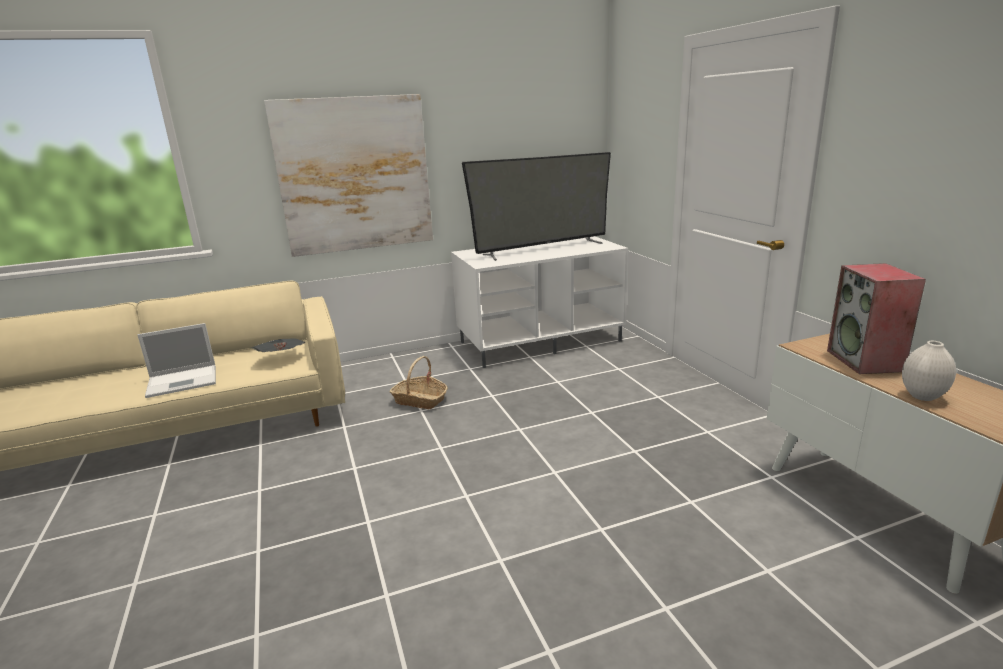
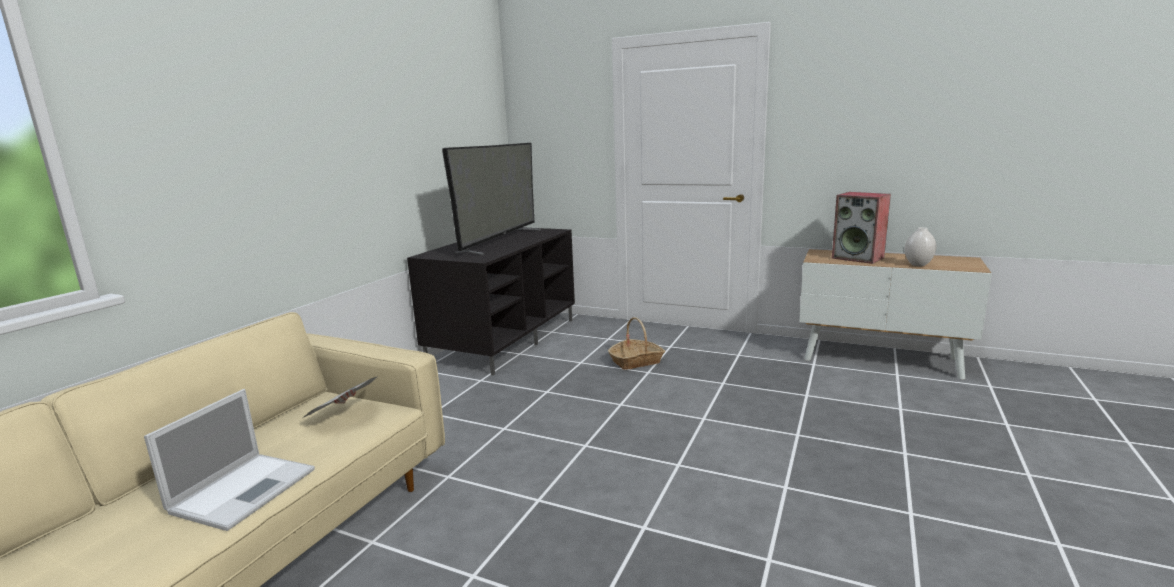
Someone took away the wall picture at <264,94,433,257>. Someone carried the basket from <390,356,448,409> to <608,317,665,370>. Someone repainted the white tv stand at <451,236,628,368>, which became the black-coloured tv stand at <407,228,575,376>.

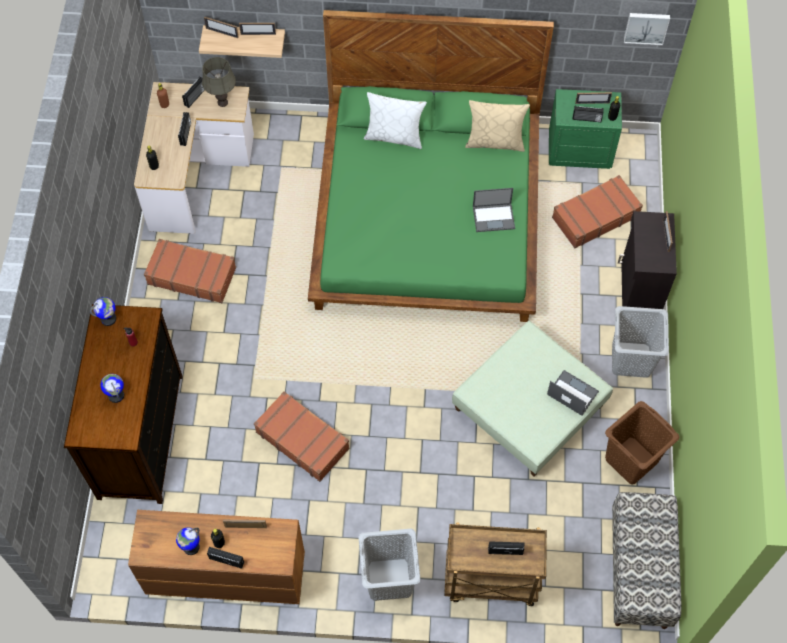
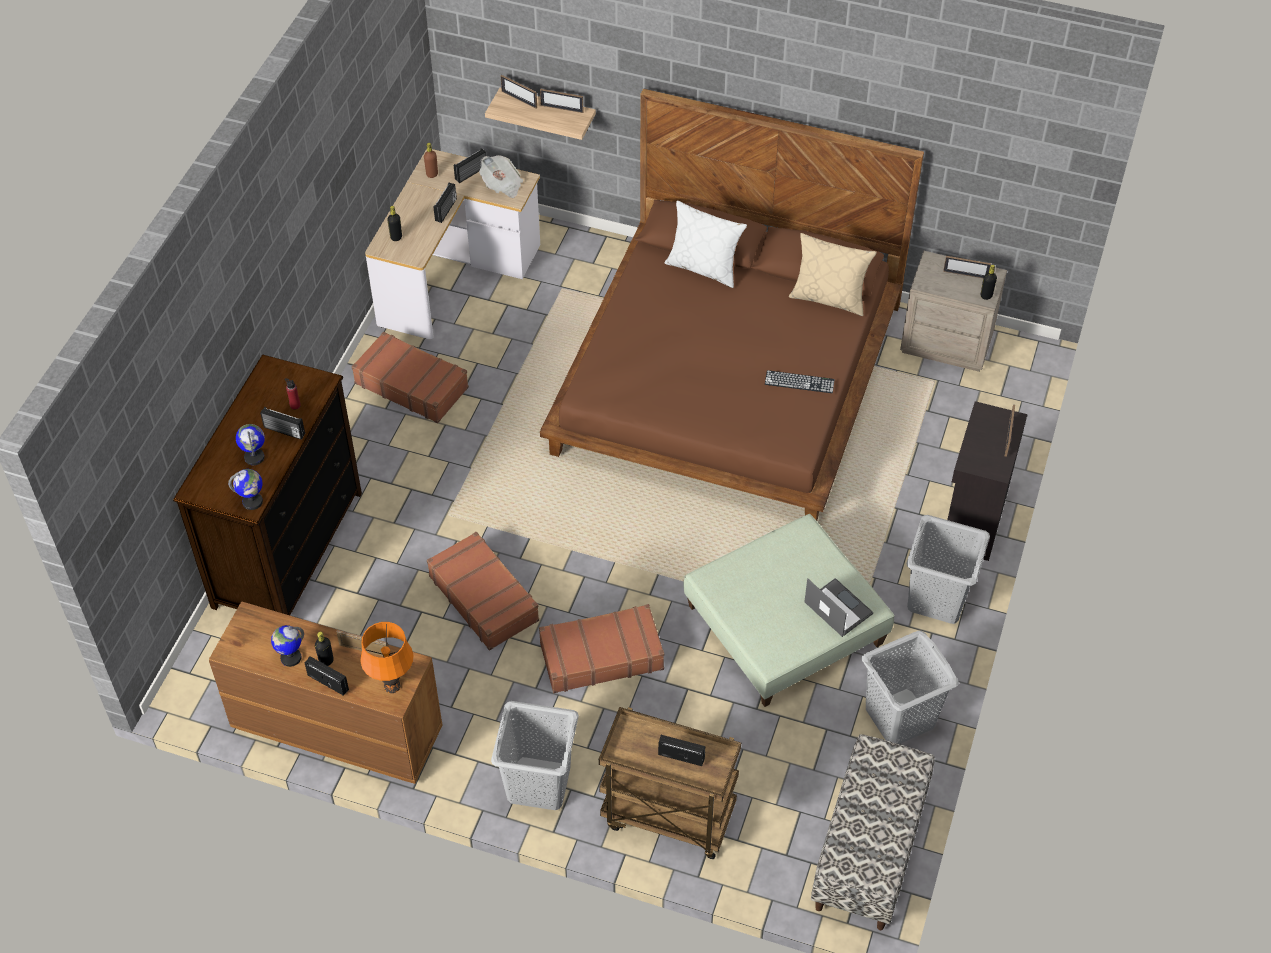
Someone took away the wall picture at <624,13,670,45>. Someone put down the orangey tabletop lamp at <360,622,413,693>. Someone carried the desk globe from <90,297,116,326> to <228,469,263,510>. Someone carried the brownish travel case from <552,175,643,248> to <539,604,664,693>. Someone carried the radio receiver from <572,105,604,122> to <260,407,305,440>. Someone swapped the grey tabletop lamp at <202,57,236,107> for the printed paper at <479,155,523,198>. Someone swapped the portable computer at <473,188,515,232> for the computer keyboard at <765,370,834,393>. Someone repainted the green bedroom bed at <308,10,554,322>, which became the brownish bedroom bed at <540,88,924,521>. Someone repainted the green nightstand at <549,89,622,169>, which became the beige-coloured nightstand at <900,251,1007,372>. Someone repainted the brownish washing basket at <605,401,680,484>, which became the grey washing basket at <862,631,959,744>.

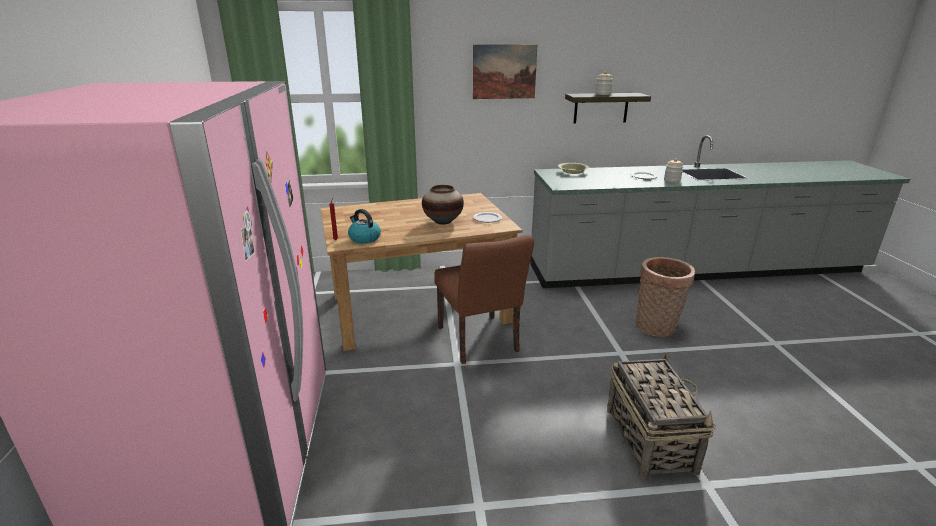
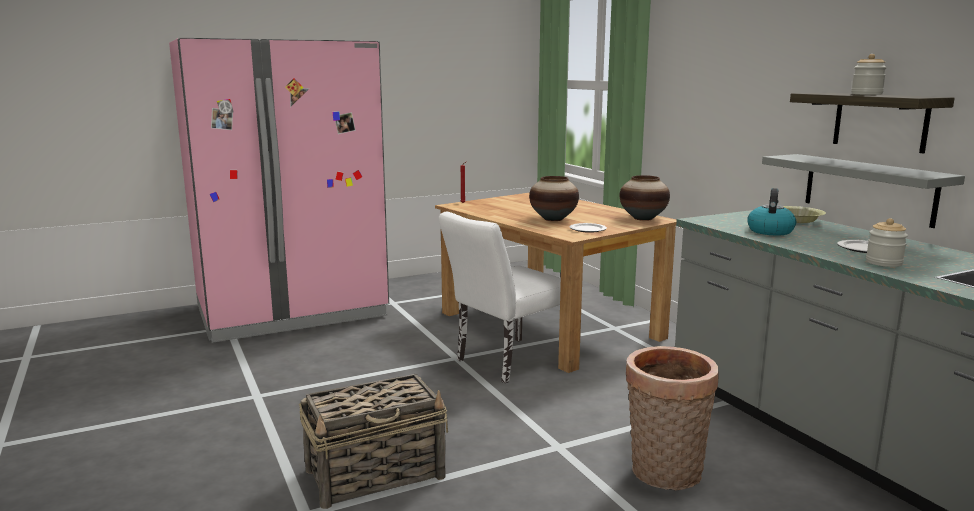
Someone took away the wall picture at <473,44,537,99>. Someone put down the decorative vase at <620,175,670,221>. Someone put up the grey bracket shelf at <762,154,965,228>. Someone carried the tea kettle from <348,209,381,243> to <747,188,796,235>. Someone repainted the brownish chair at <434,235,534,364>, which became the white chair at <439,212,561,383>.

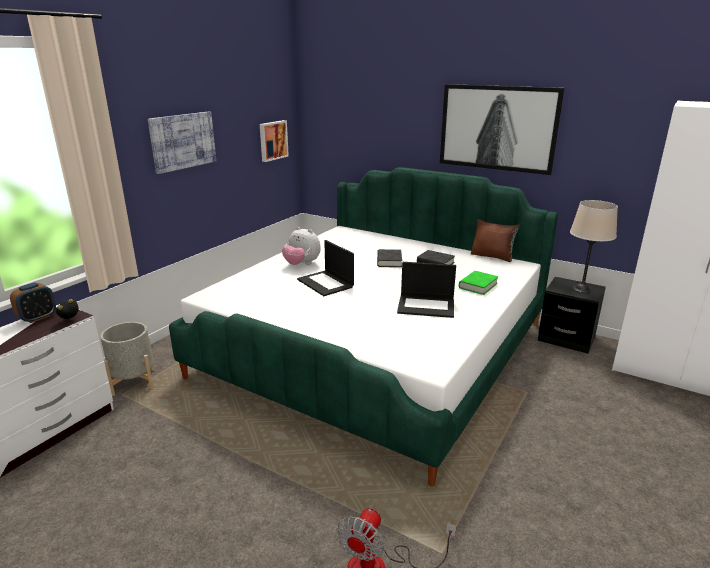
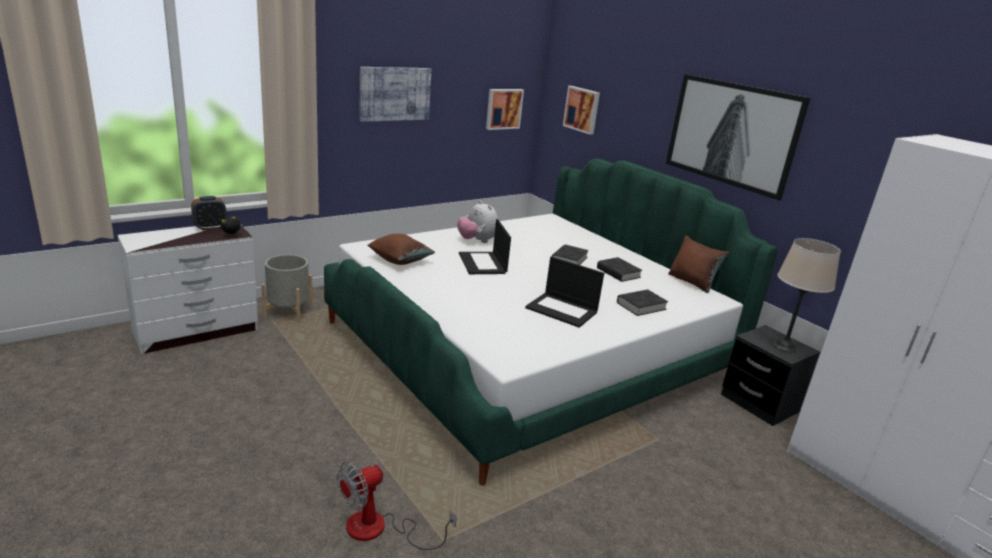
Someone put down the brownish pillow at <367,234,435,265>. Someone put up the wall picture at <563,86,600,135>. Someone repainted the green volume at <459,271,498,295>, which became the black-coloured volume at <617,289,668,316>.

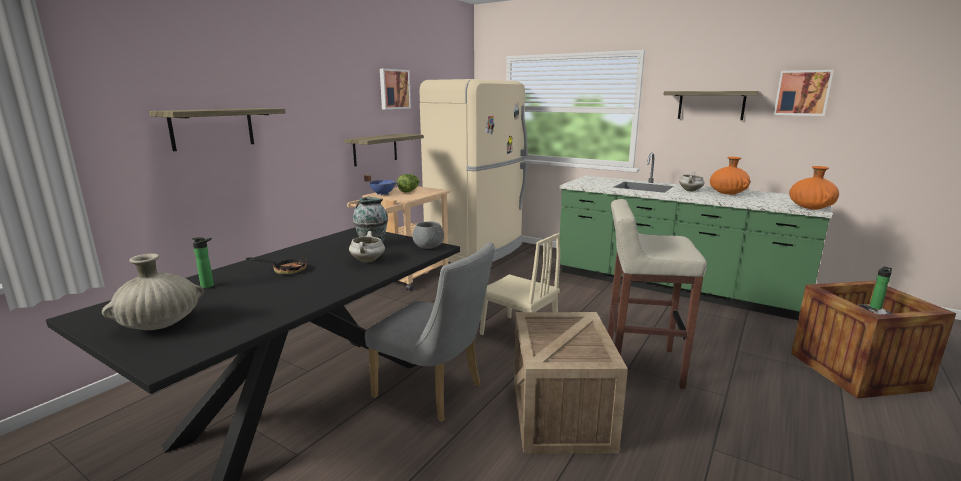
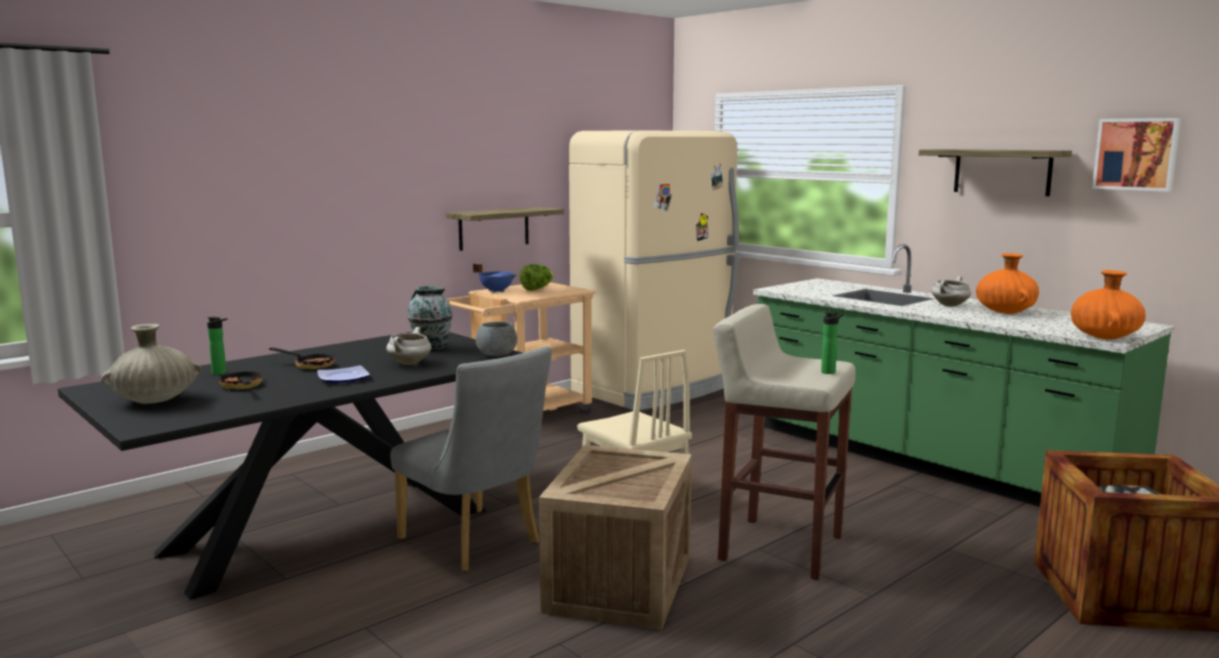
Someone took away the bracket shelf at <149,108,286,151>. Someone took away the wall picture at <380,69,411,109>. Someone put down the frying pan at <219,370,262,389>. Someone put down the dinner plate at <317,365,370,383>. Someone carried the beverage bottle from <870,267,892,309> to <821,312,844,374>.

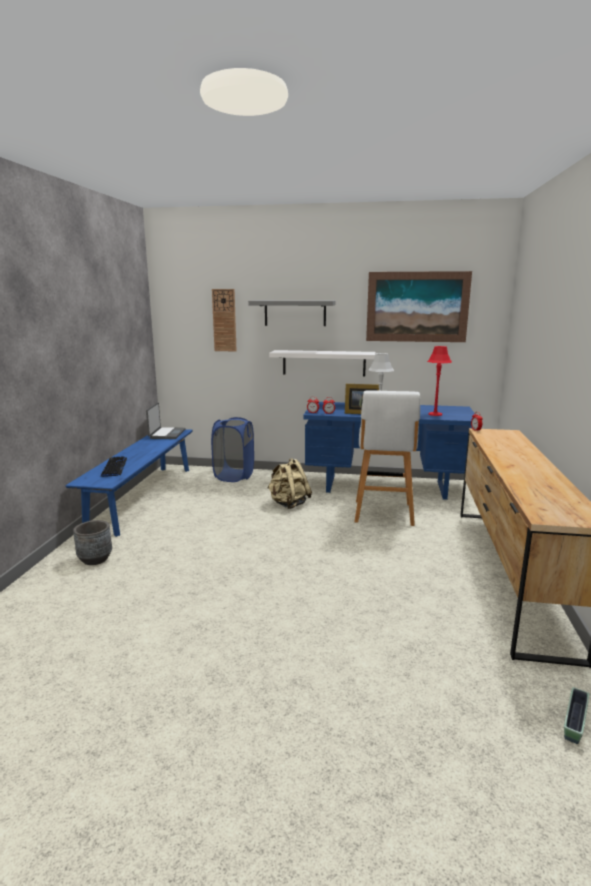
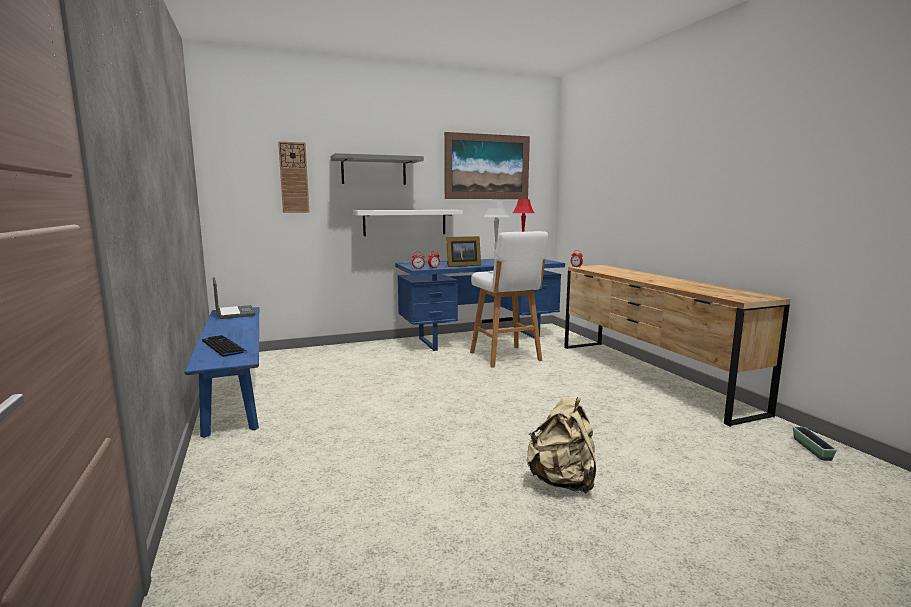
Someone took away the grey planter at <73,520,112,565>. Someone took away the blue-coloured washing basket at <211,417,254,482>. Someone carried the beige-coloured backpack from <267,458,312,509> to <527,396,596,494>.

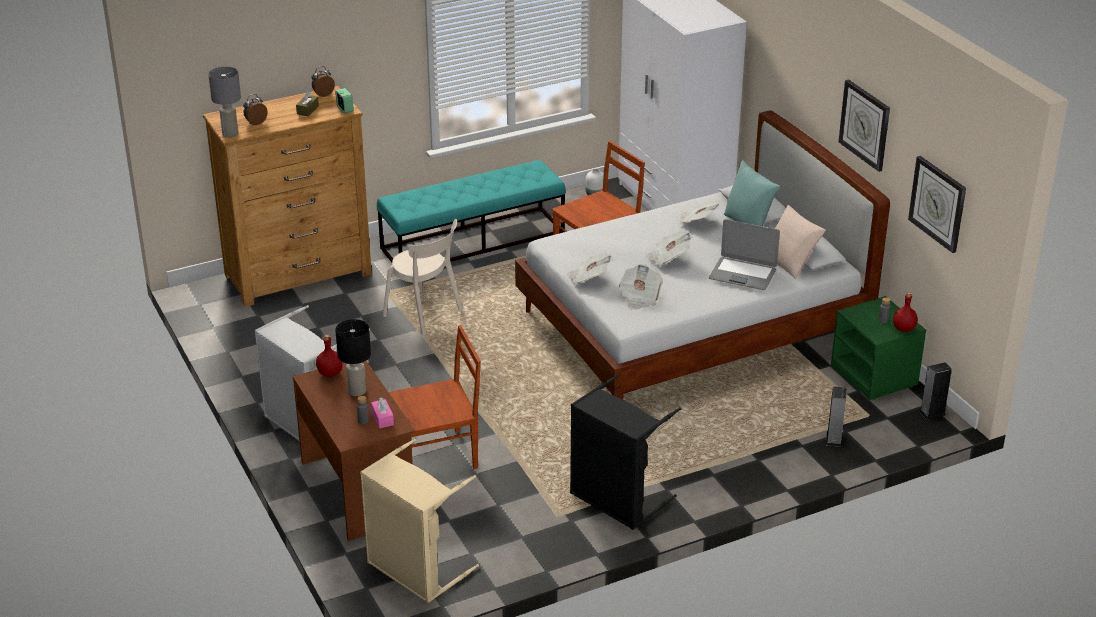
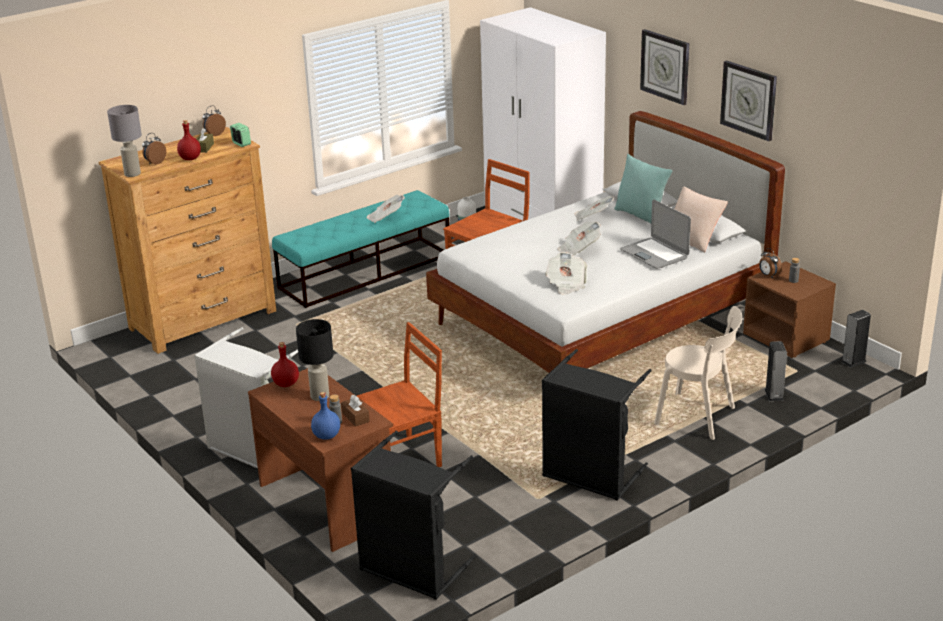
Someone put down the blue-coloured beverage bottle at <311,392,340,440>. Someone put down the alarm clock at <759,248,782,279>. Someone carried the beige-coloured chair from <383,219,463,335> to <654,306,742,440>. Someone carried the printed paper from <567,252,613,285> to <366,195,405,223>. Someone carried the red beverage bottle from <893,292,918,332> to <177,120,201,160>. Someone carried the clock on the wall from <908,156,966,253> to <640,29,689,105>. Someone repainted the beige-coloured washing basket at <360,439,479,604>, which became the black-coloured washing basket at <351,431,477,600>. Someone repainted the pink tissue holder at <371,397,394,428>, which became the brownish tissue holder at <341,395,370,427>. Someone repainted the green nightstand at <831,296,926,400>, which became the brownish nightstand at <743,261,836,358>. Someone rotated the portable computer at <709,219,780,290> by 45 degrees clockwise.

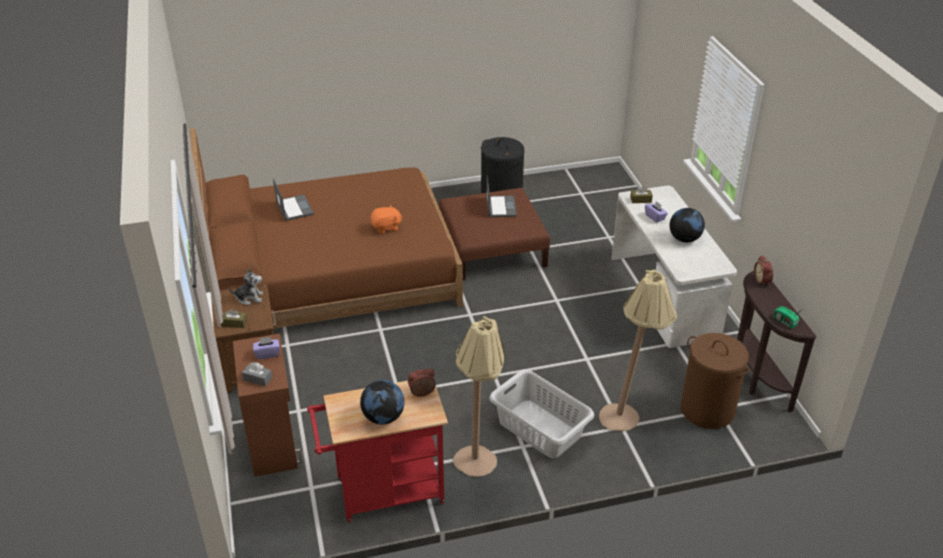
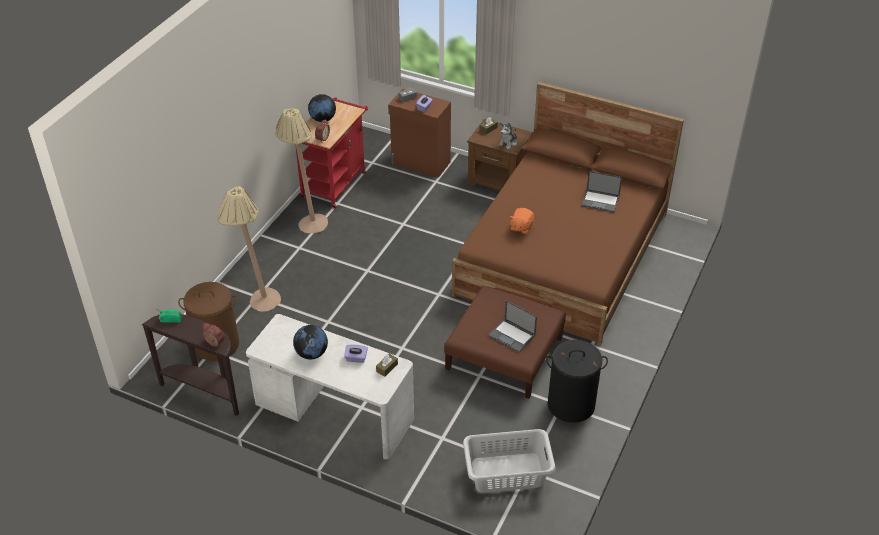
Someone carried the grey washing basket from <489,370,594,458> to <463,429,555,493>.

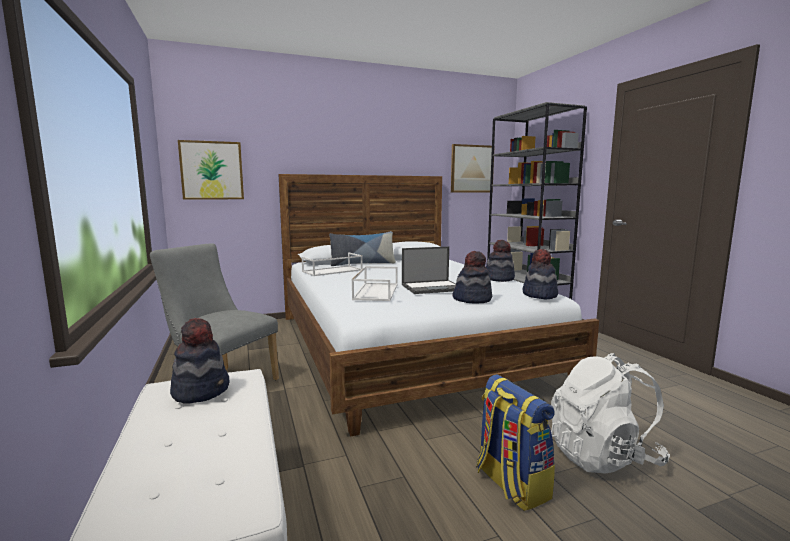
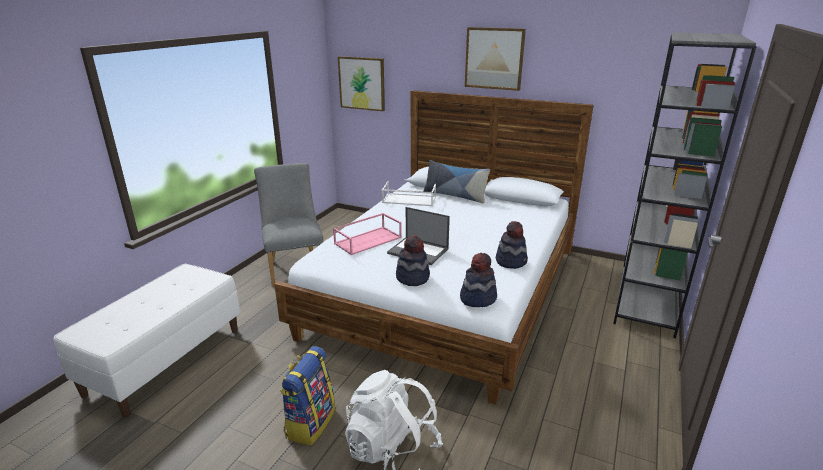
Someone took away the wearable hat at <170,318,230,404>. Someone carried the wall picture from <451,144,495,192> to <465,27,526,91>. Someone repainted the white tray at <352,266,397,301>, which became the pink tray at <333,213,402,255>.

